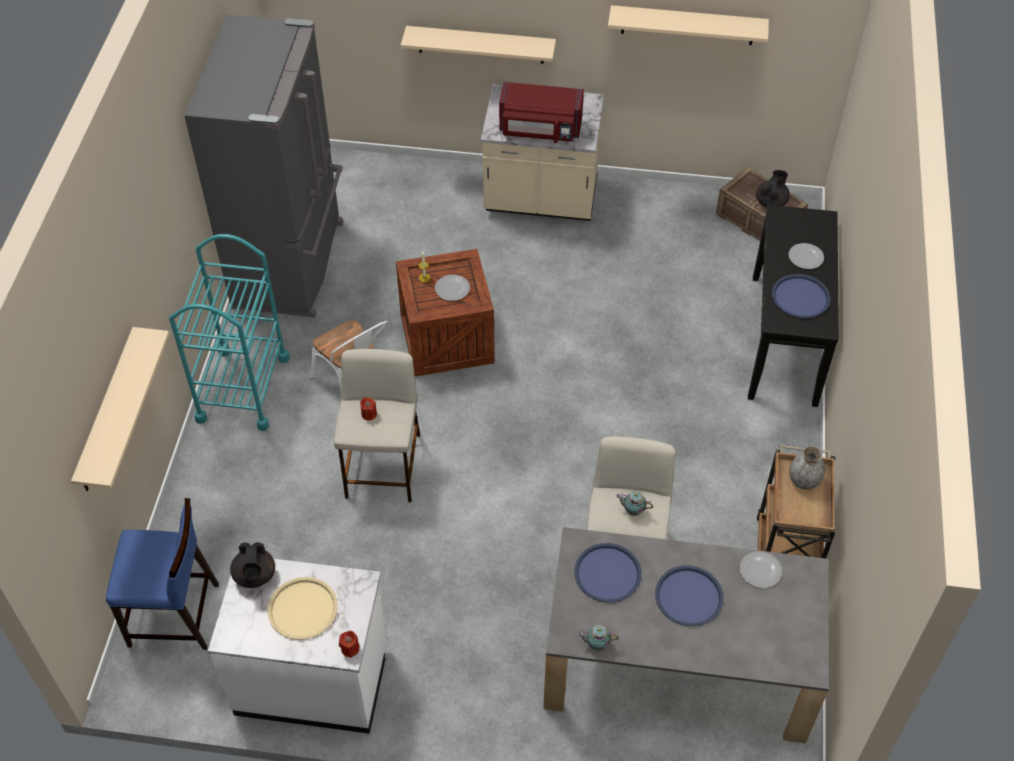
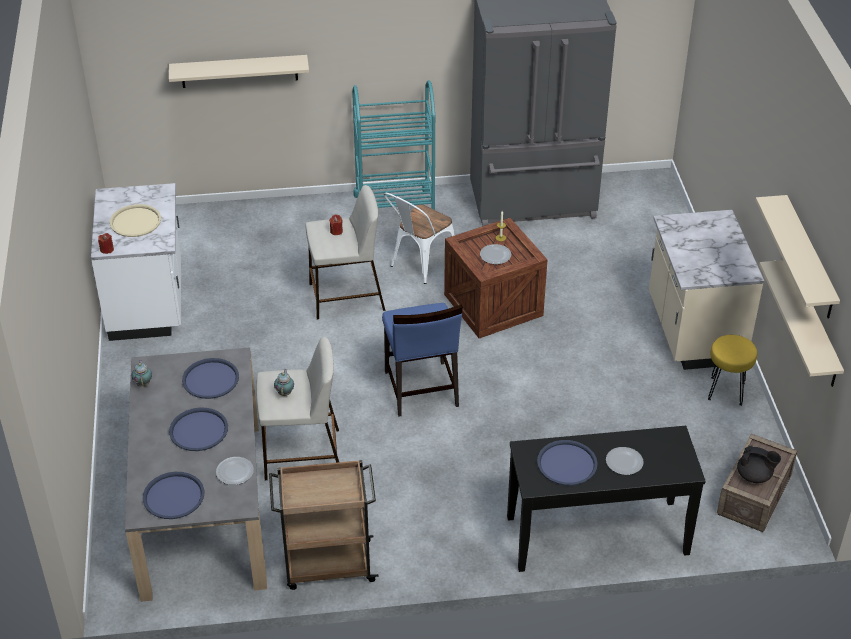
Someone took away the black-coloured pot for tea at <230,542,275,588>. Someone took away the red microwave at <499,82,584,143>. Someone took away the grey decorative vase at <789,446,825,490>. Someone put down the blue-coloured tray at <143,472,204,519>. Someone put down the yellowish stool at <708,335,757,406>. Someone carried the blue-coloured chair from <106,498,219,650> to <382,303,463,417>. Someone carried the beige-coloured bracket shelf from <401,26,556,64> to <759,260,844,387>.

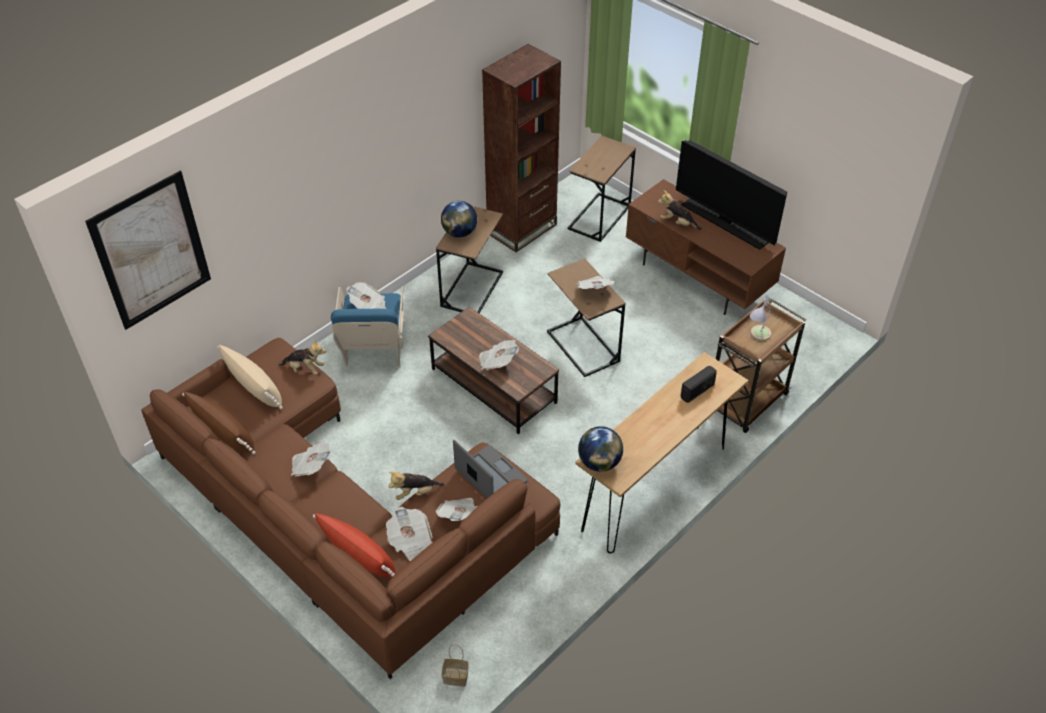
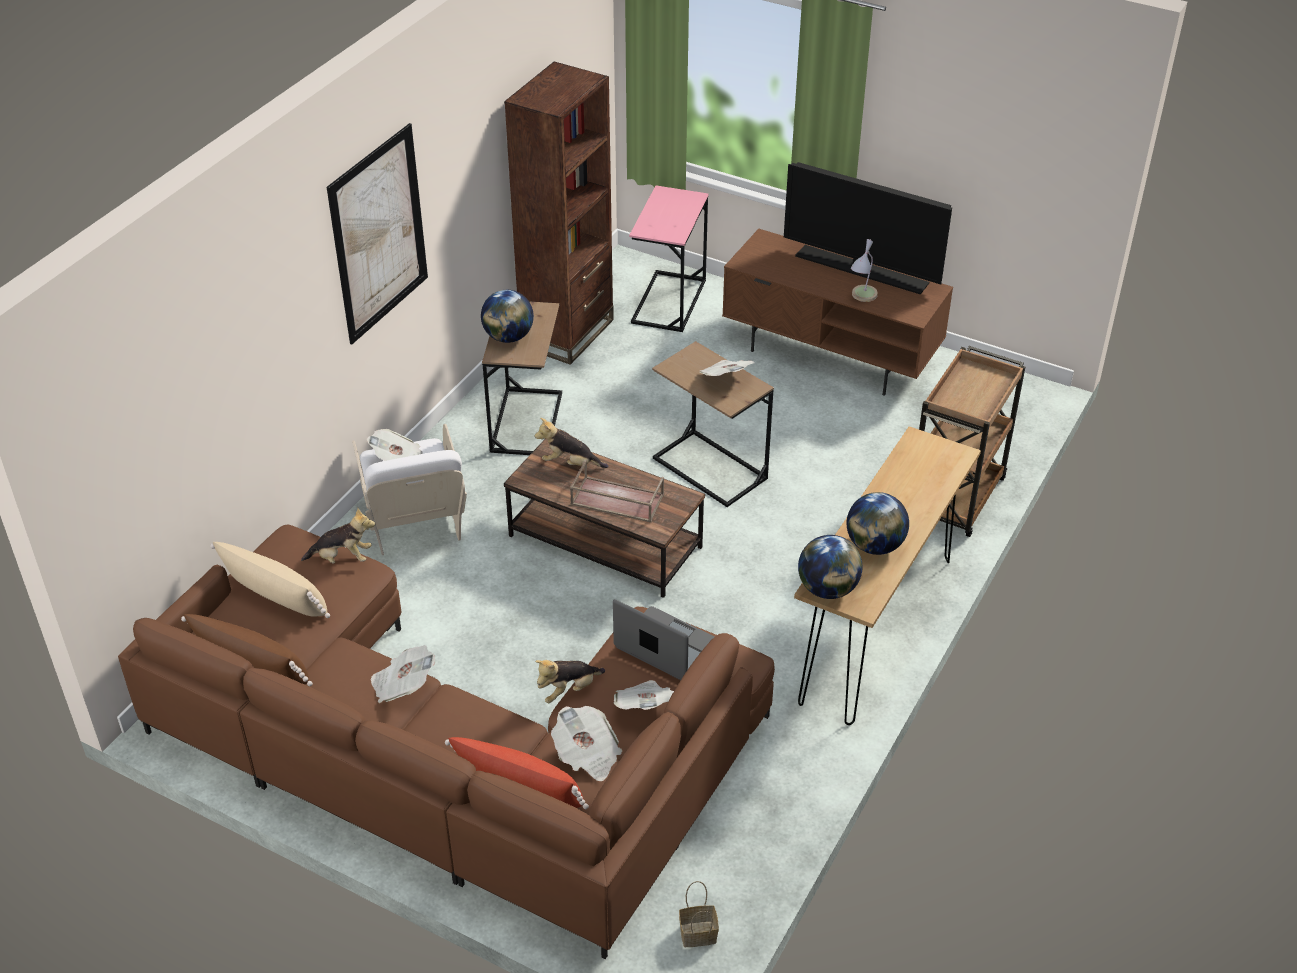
Someone took away the radio receiver at <681,366,717,403>. Someone put down the desk globe at <847,492,909,555>. Someone carried the wall picture from <85,171,211,330> to <327,123,428,345>. Someone carried the plush toy from <658,190,702,230> to <535,418,608,468>. Someone carried the tabletop lamp from <749,295,771,341> to <851,239,878,302>. Someone swapped the printed paper at <479,340,519,370> for the brownish tray at <570,460,664,523>. Someone repainted the blue-coloured lounge chair at <331,286,404,367>, which became the white lounge chair at <352,424,467,555>. Someone repainted the brownish end table at <568,135,636,242>, which became the pink end table at <629,185,708,332>.

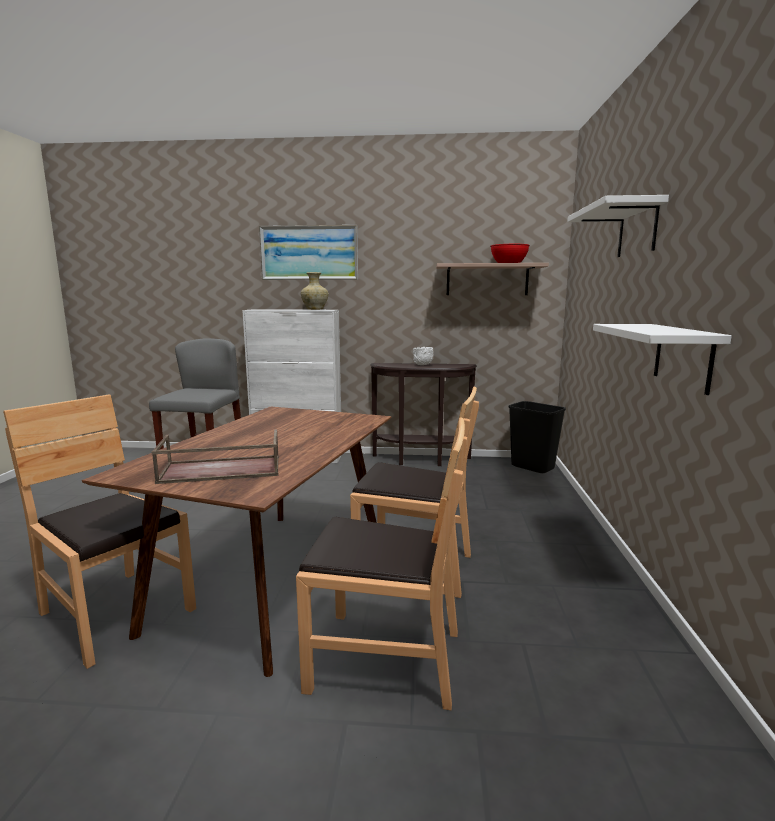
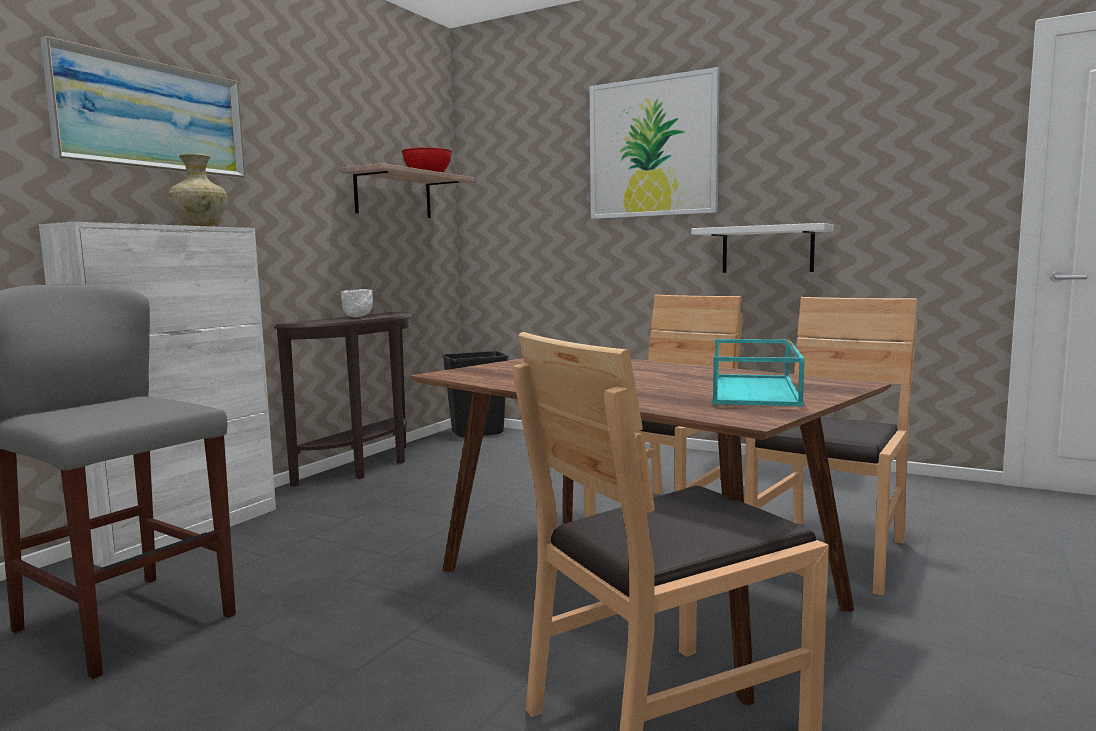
Someone swapped the white bracket shelf at <567,195,669,257> for the wall picture at <590,67,720,219>. Someone repainted the brownish tray at <152,429,279,484>, which became the turquoise tray at <713,339,805,407>.

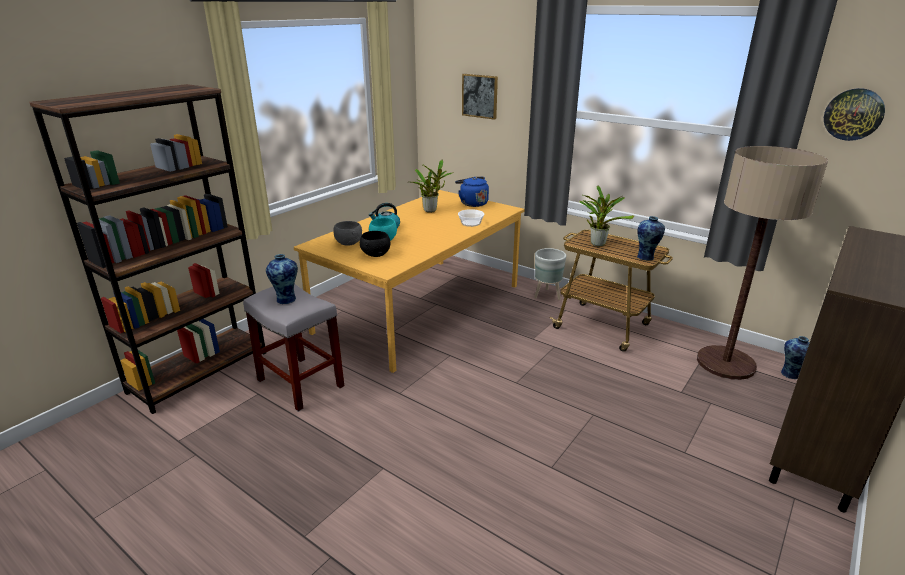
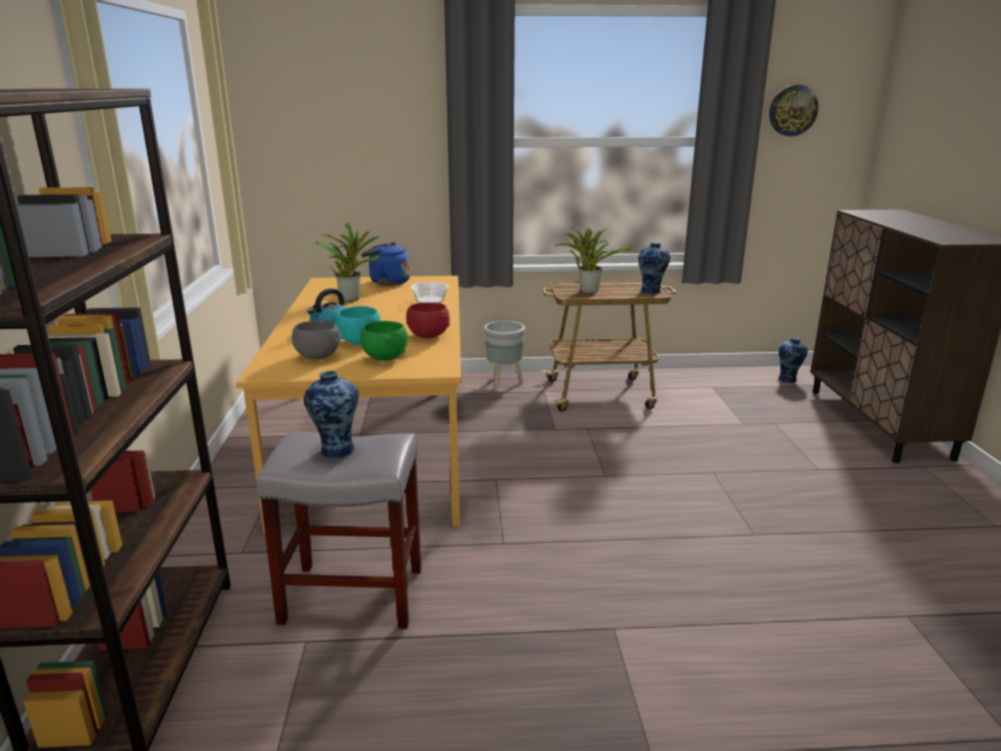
Someone took away the wall picture at <462,74,498,120>. Someone took away the standard lamp at <697,146,828,380>. Someone put down the red serving bowl at <406,302,450,338>. Someone repainted the black-coloured serving bowl at <360,231,390,257>, which became the green serving bowl at <360,321,408,361>.

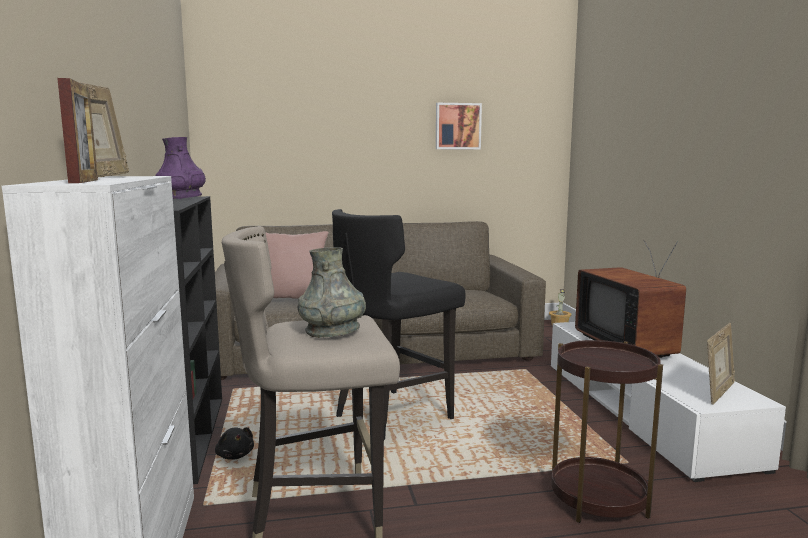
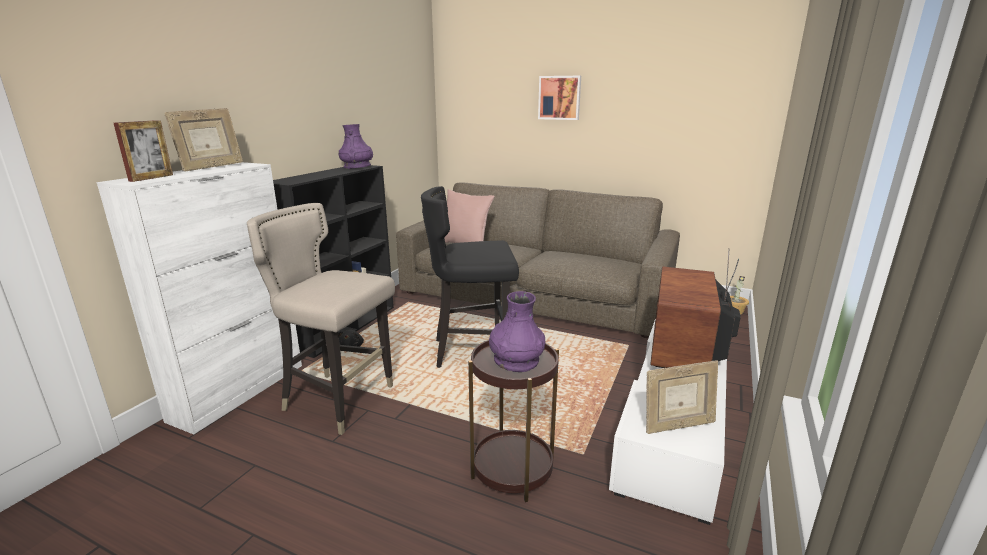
Someone took away the grey decorative vase at <298,247,366,338>. Someone put down the purple-coloured decorative vase at <489,291,546,372>. Someone carried the wall picture from <436,103,482,149> to <538,76,581,120>.

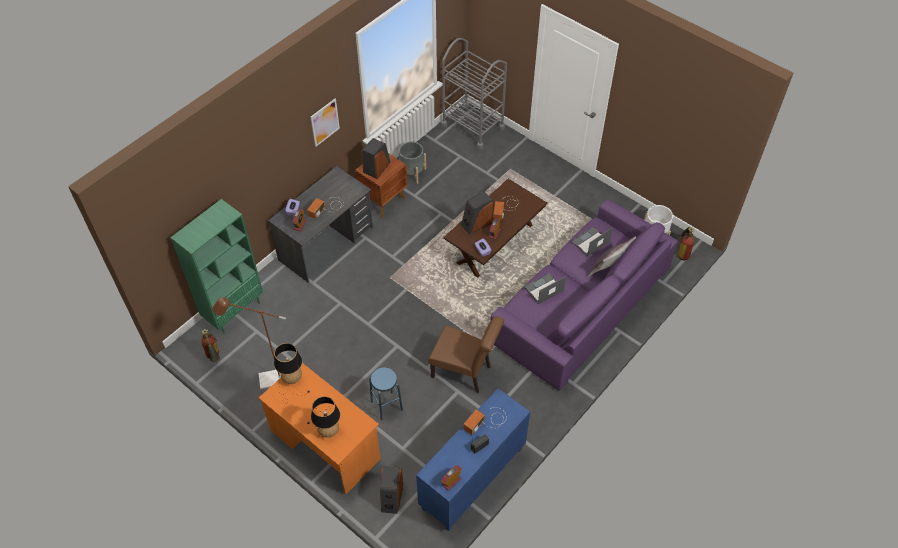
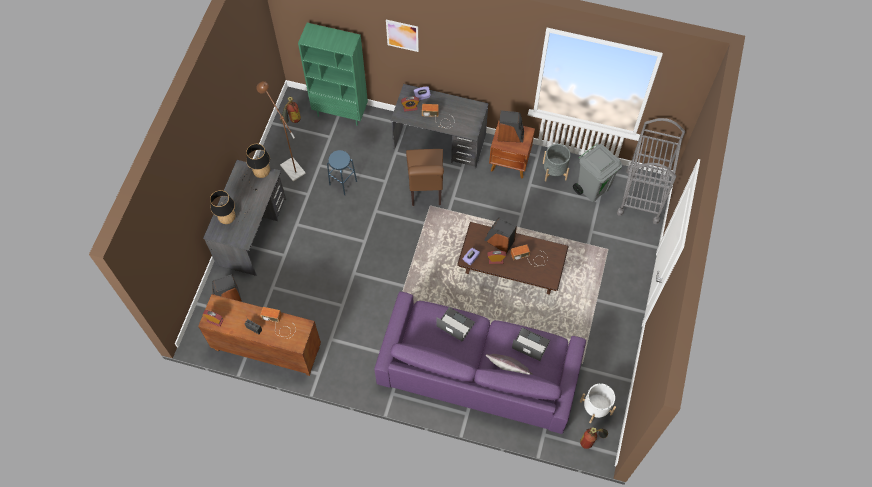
Someone put down the grey waste bin at <573,143,622,202>. Someone carried the wall picture from <310,99,340,147> to <386,20,419,52>. Someone carried the blue-coloured stool from <369,368,403,420> to <327,150,357,195>. Someone carried the brownish chair from <428,316,504,393> to <406,149,444,206>. Someone repainted the orangey desk table at <259,363,380,495>, which became the grey desk table at <203,160,286,276>. Someone repainted the blue-coloured cupboard at <416,388,530,531>, which became the brownish cupboard at <198,294,321,376>.

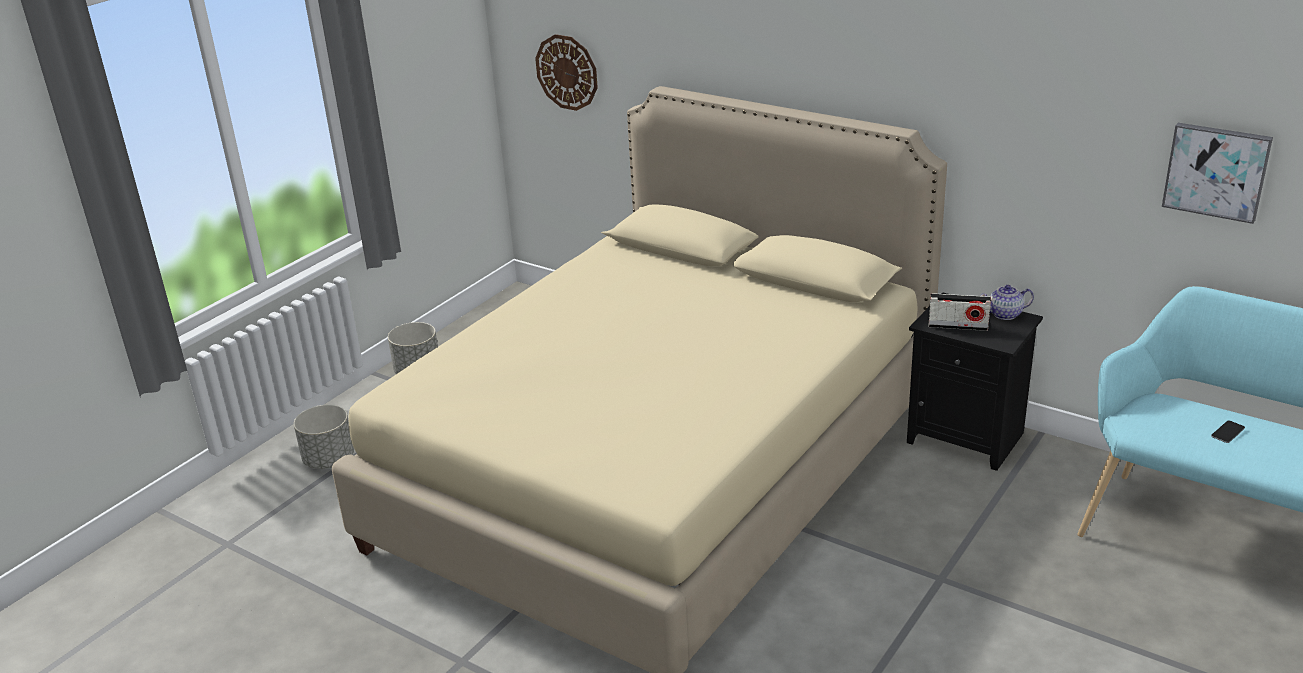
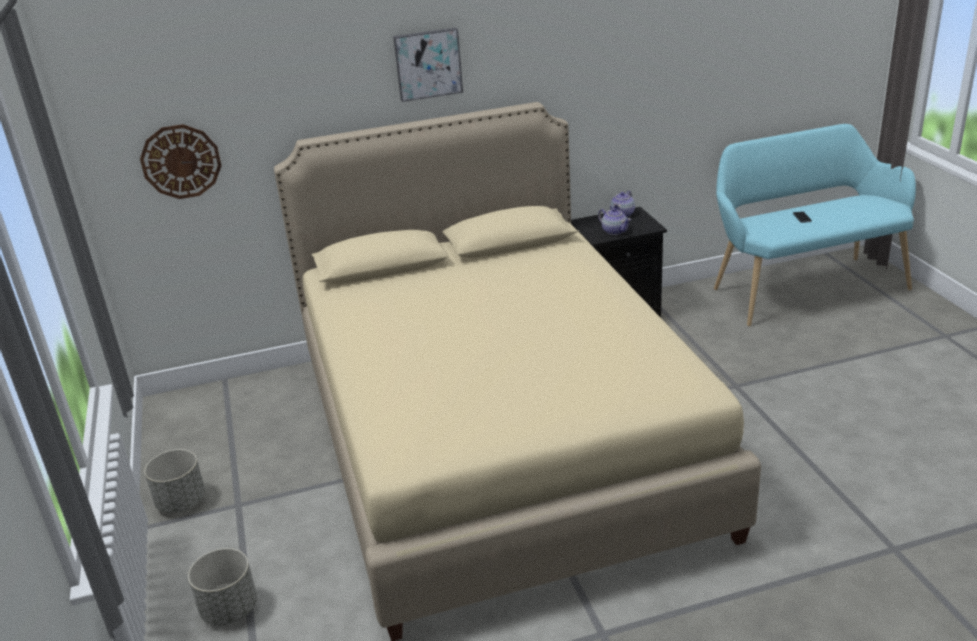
Someone carried the wall picture from <1162,123,1273,224> to <393,27,463,102>. Someone swapped the radio receiver at <928,293,991,331> for the pot for tea at <598,208,631,235>.

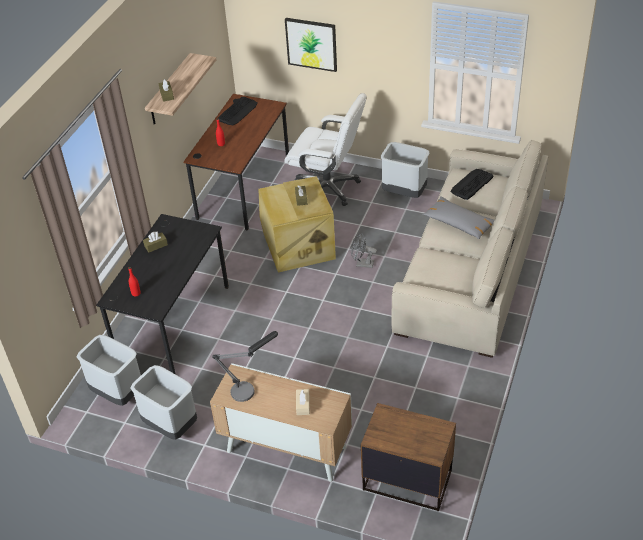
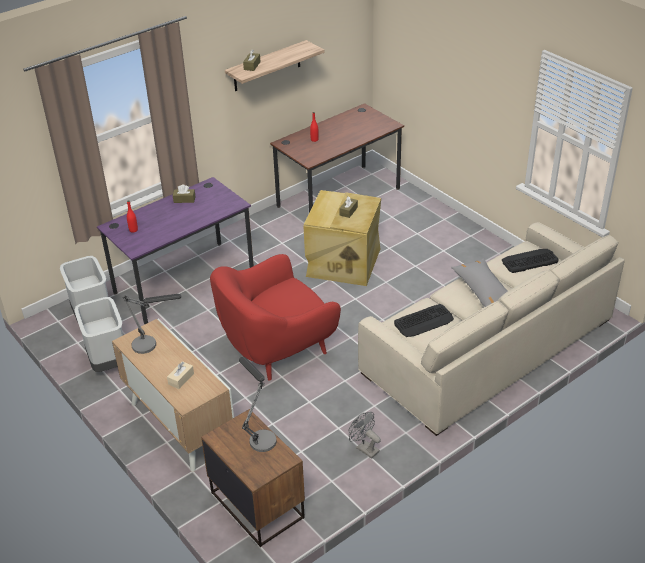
Someone took away the wall picture at <285,18,337,72>. Someone took away the white computer chair at <285,93,367,206>. Someone took away the grey waste bin at <381,142,430,198>. Someone put down the red lounge chair at <210,254,341,381>. Someone put down the tabletop lamp at <239,357,277,452>. Someone carried the computer keyboard from <218,97,258,125> to <394,304,454,337>. Someone carried the grey cooling fan from <351,233,377,268> to <349,412,381,459>. Someone repainted the black-coloured desk table at <96,214,229,374>, which became the purple-coloured desk table at <97,177,254,325>.

